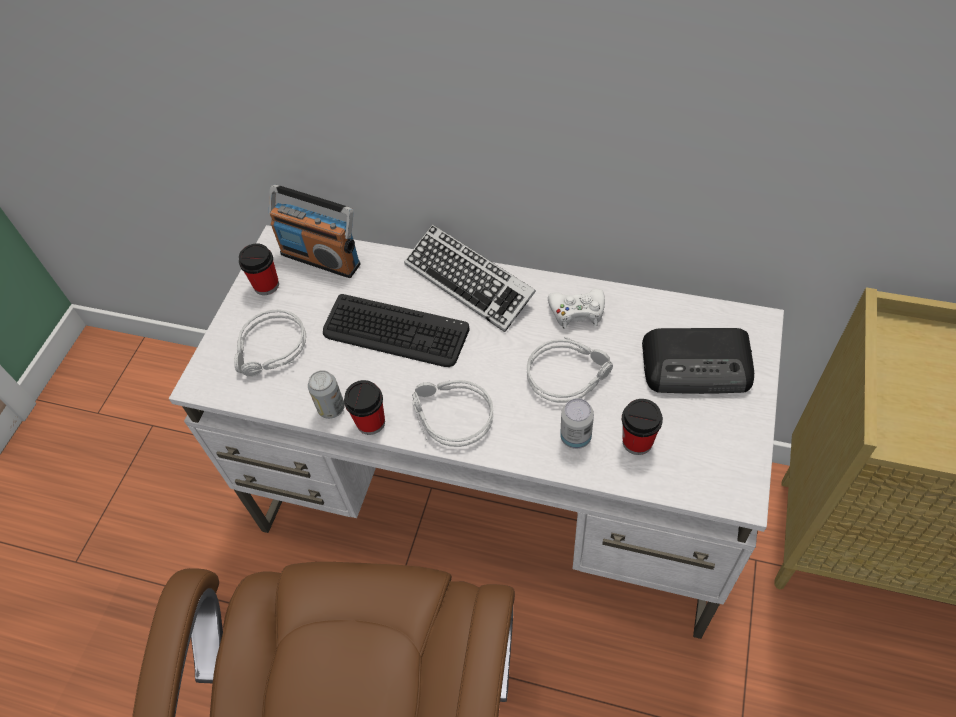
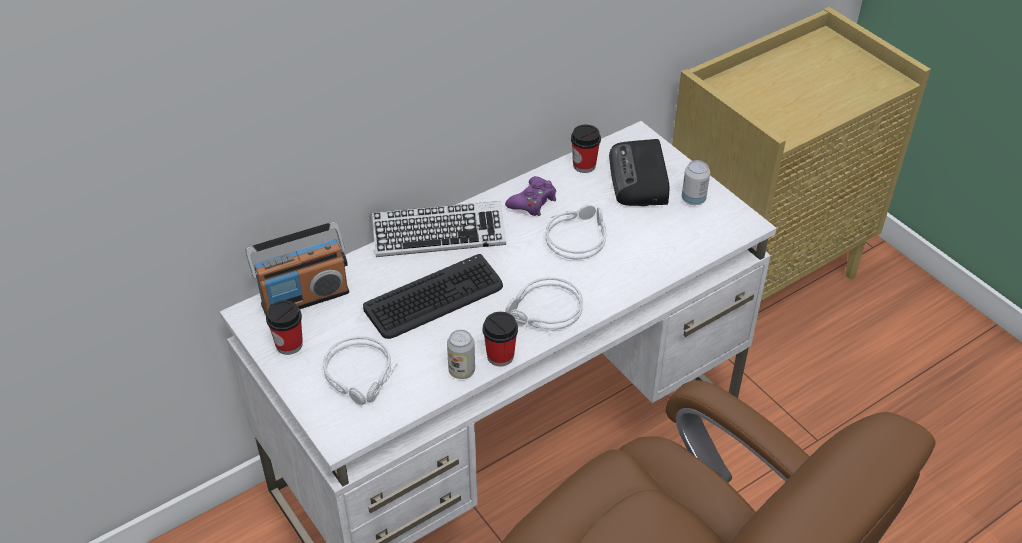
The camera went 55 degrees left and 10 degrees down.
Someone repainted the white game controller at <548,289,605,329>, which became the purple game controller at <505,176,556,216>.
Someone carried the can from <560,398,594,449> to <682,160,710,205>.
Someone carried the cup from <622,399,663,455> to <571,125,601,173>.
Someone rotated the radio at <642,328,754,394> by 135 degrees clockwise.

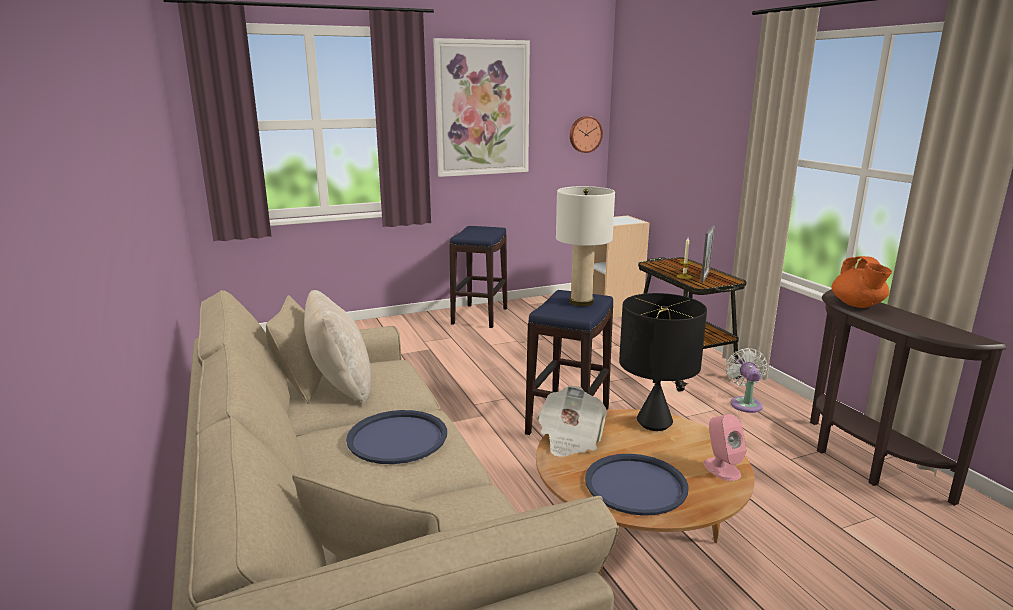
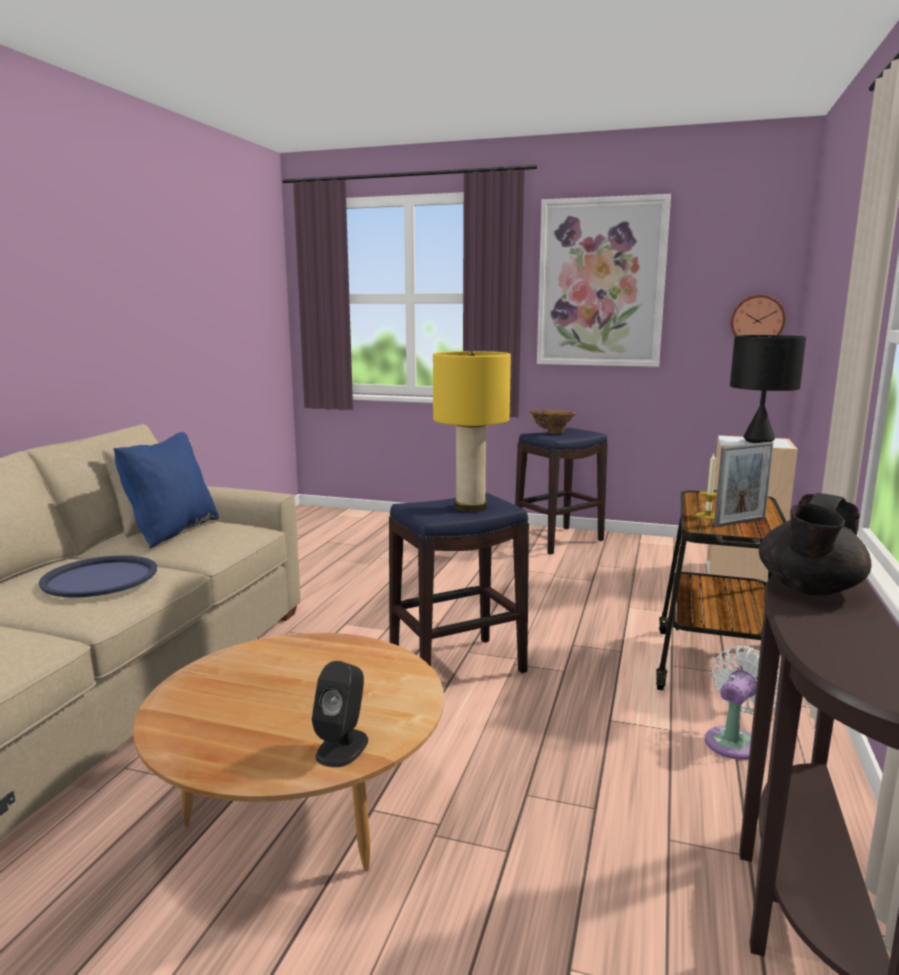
The camera went 40 degrees right and 5 degrees down.
Someone repainted the beige pillow at <304,290,371,404>, which became the blue pillow at <113,432,219,549>.
Someone took away the newspaper at <538,386,607,457>.
Someone repainted the white table lamp at <556,186,615,306>, which became the yellow table lamp at <433,351,511,512>.
Someone took away the blue tray at <585,454,689,516>.
Someone carried the black table lamp from <619,293,707,431> to <730,335,806,443>.
Someone repainted the pink speaker at <704,414,746,481>, which became the black speaker at <312,661,368,767>.
Someone repainted the orange teapot at <832,256,892,308>, which became the black teapot at <759,493,871,596>.
Someone put down the brown vase at <529,410,576,434>.

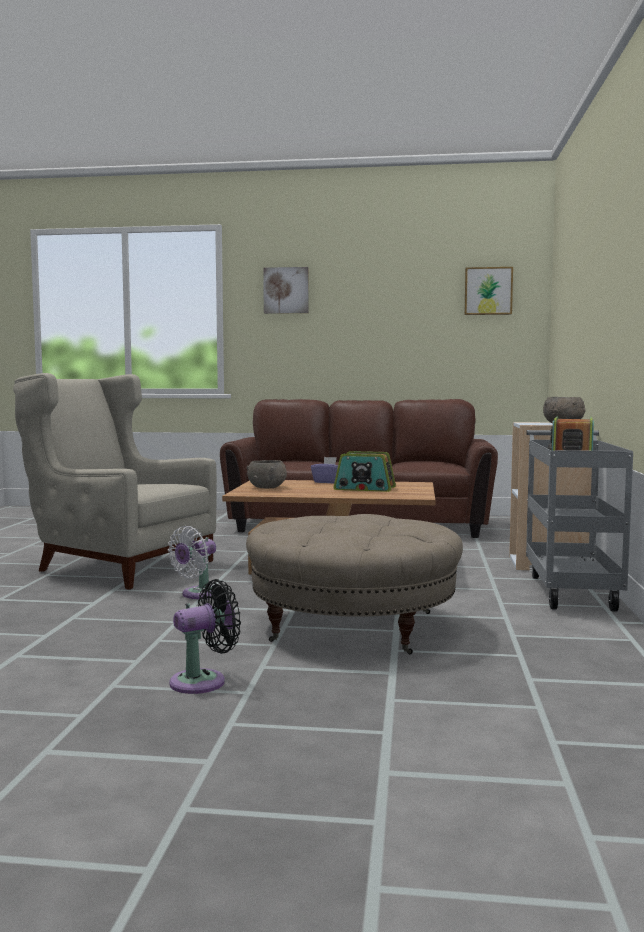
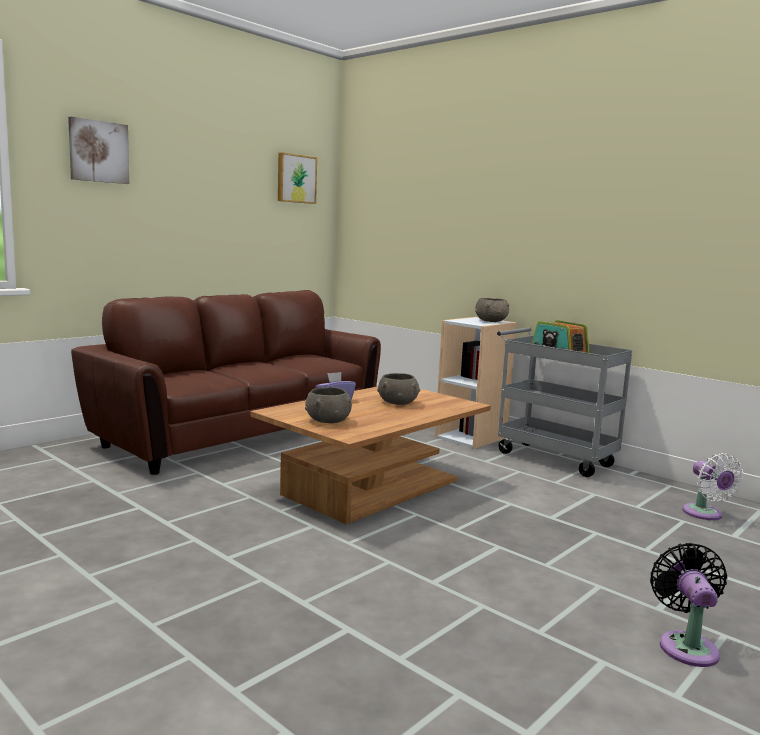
The camera went 55 degrees left and 5 degrees up.
Someone took away the beige armchair at <13,373,217,590>.
Someone carried the white fan from <168,526,216,599> to <682,453,743,520>.
Someone took away the beige ottoman at <246,514,463,654>.
Someone swapped the radio at <334,451,396,492> for the grey bowl at <377,373,420,405>.

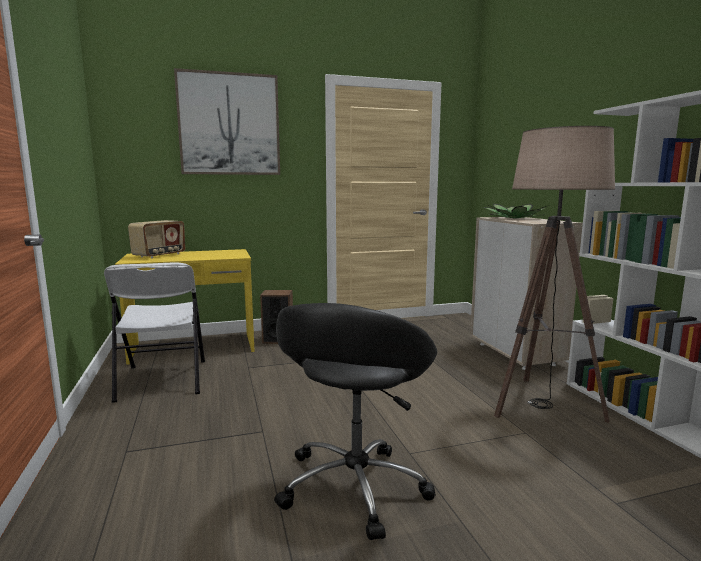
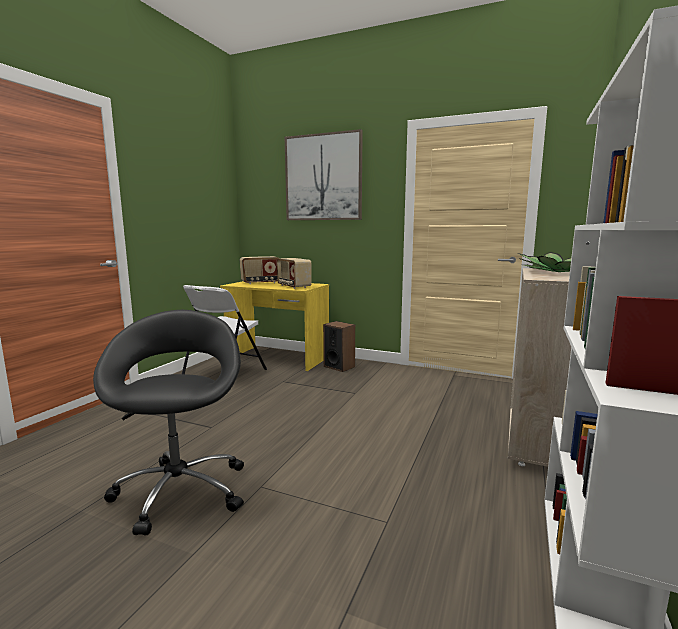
The camera went 40 degrees right and 0 degrees up.
Someone rotated the black office chair at <274,303,437,540> by 120 degrees clockwise.
Someone took away the floor lamp at <494,126,615,423>.
Someone put down the radio at <277,258,311,289>.

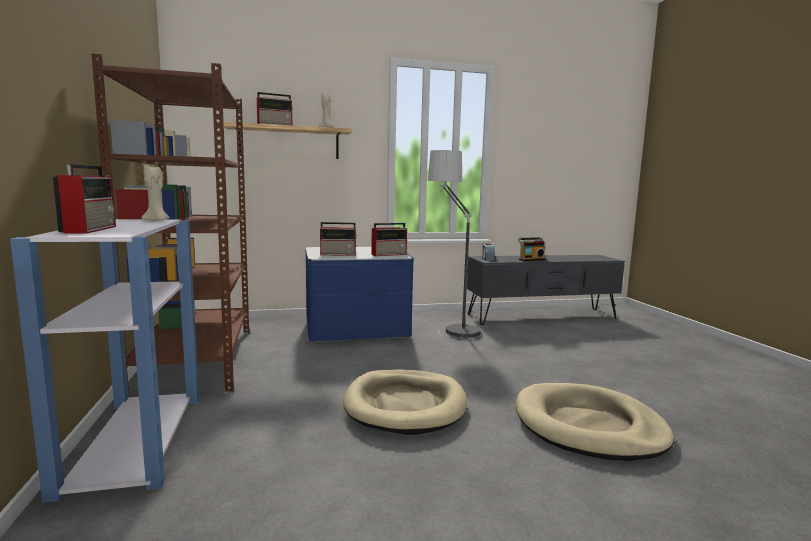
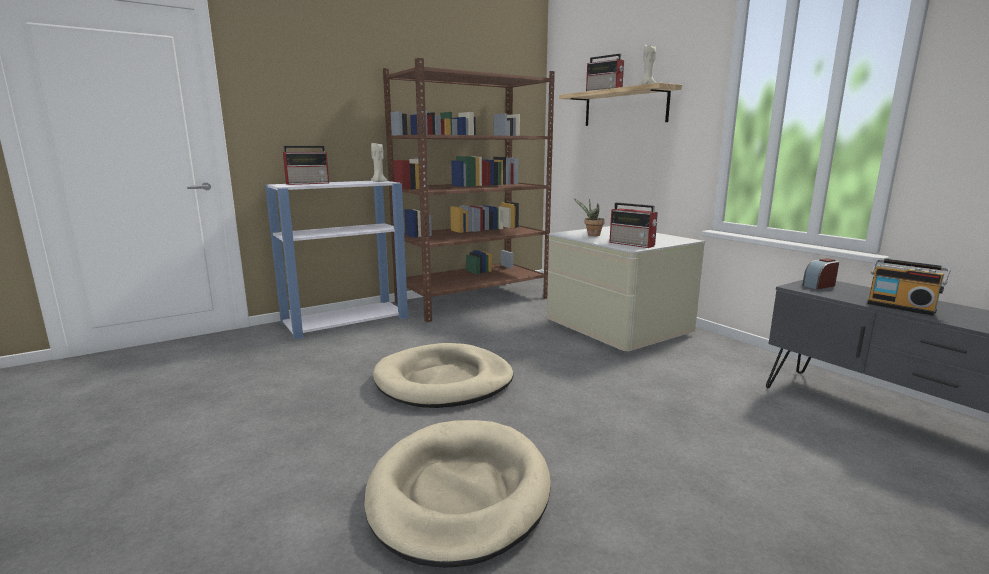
The camera went 70 degrees right and 5 degrees up.
Someone repainted the blue nightstand at <305,247,414,342>, which became the beige nightstand at <547,226,705,351>.
Someone swapped the radio at <320,222,358,256> for the potted plant at <574,198,605,236>.
Someone took away the floor lamp at <428,150,481,340>.

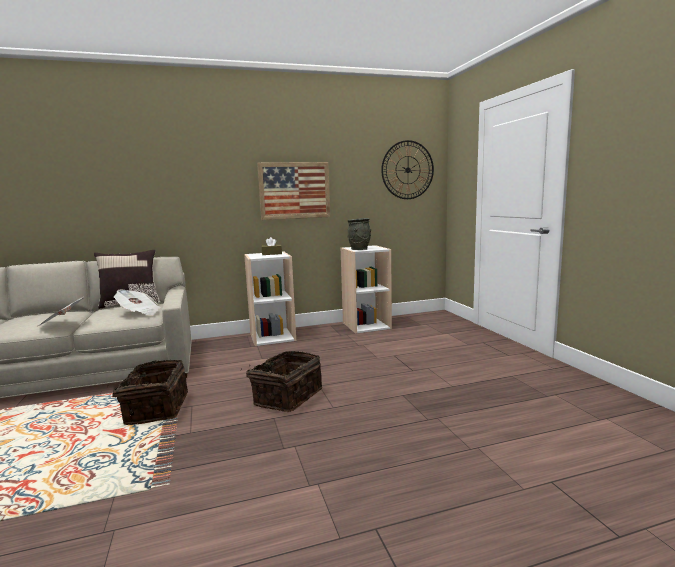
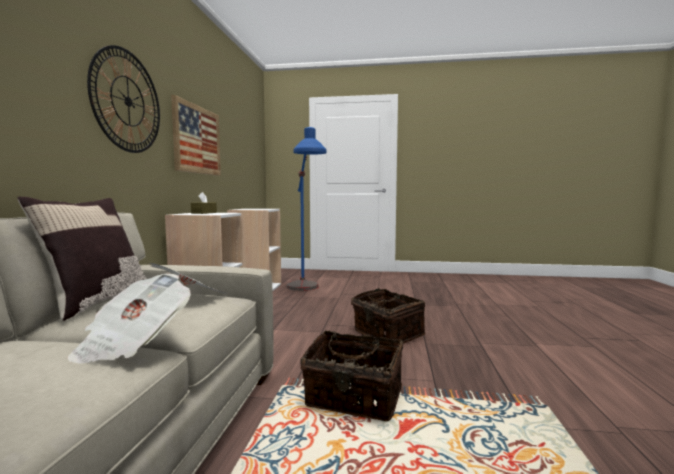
The camera went 65 degrees left and 5 degrees down.
Someone took away the grey vase at <347,218,371,250>.
Someone carried the wall clock from <381,140,434,199> to <87,45,160,153>.
Someone put down the blue floor lamp at <286,127,326,291>.

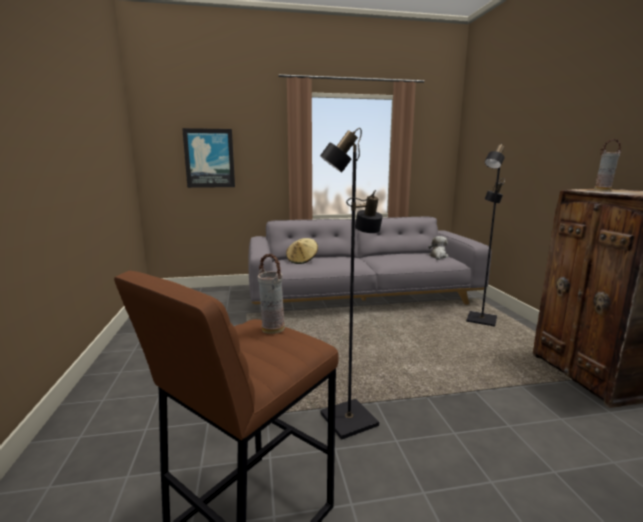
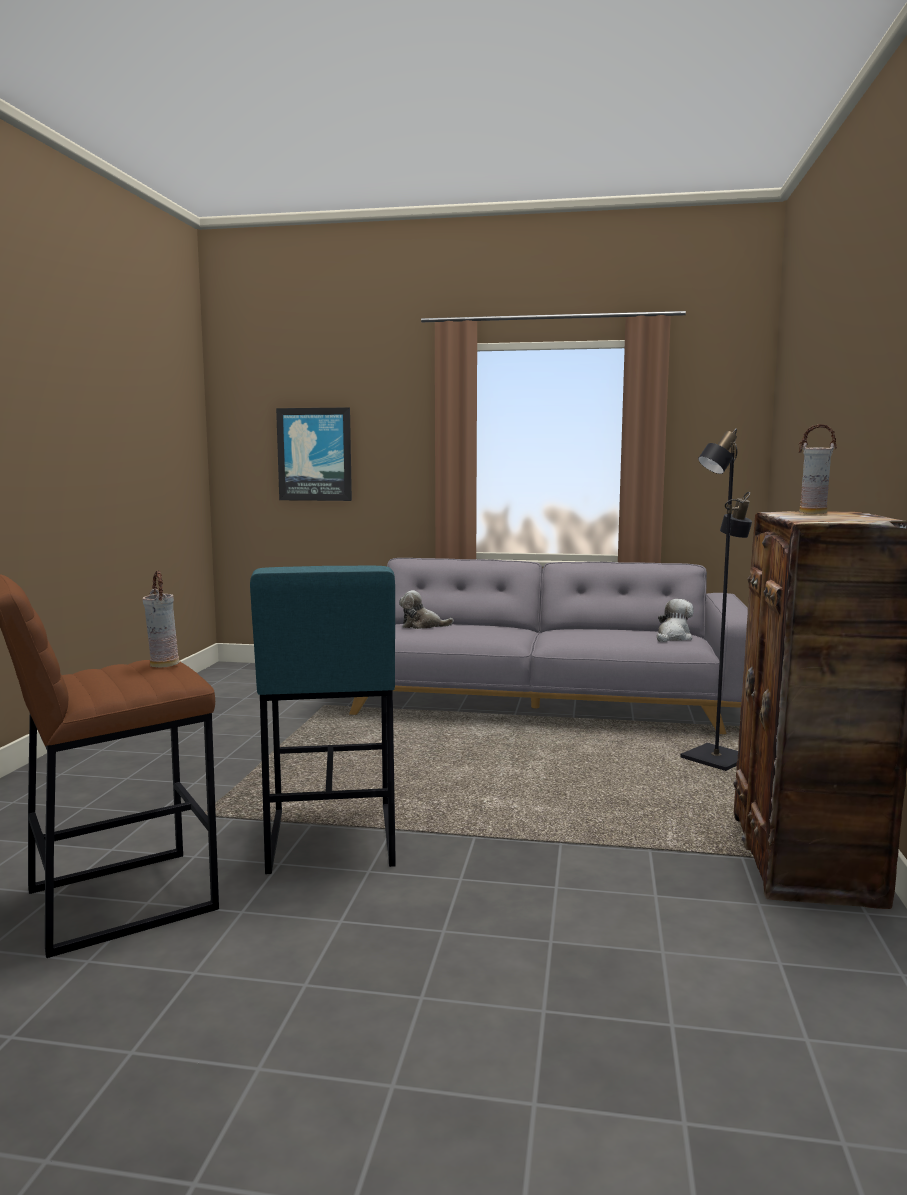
The camera went 20 degrees right and 5 degrees down.
Someone swapped the beige hat at <286,238,318,264> for the plush toy at <399,590,454,629>.
Someone swapped the black floor lamp at <320,128,383,440> for the turquoise stool at <250,566,396,874>.

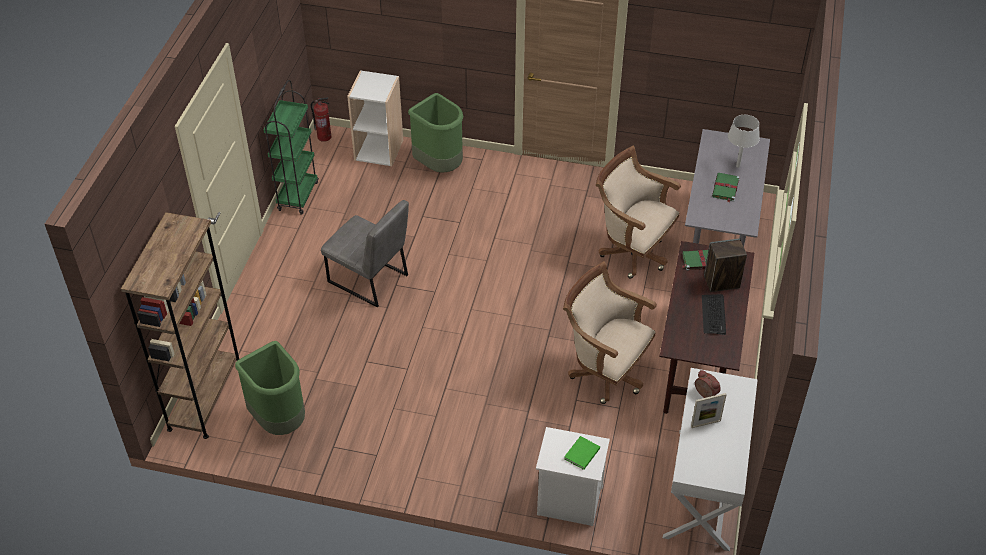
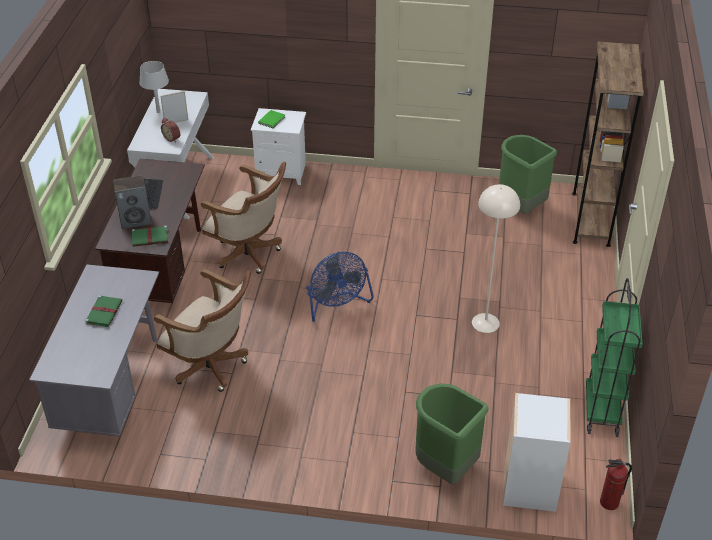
The camera went 175 degrees right and 5 degrees down.
Someone swapped the grey chair at <321,200,409,307> for the beige floor lamp at <472,184,520,333>.
Someone carried the grey table lamp from <728,115,760,168> to <139,61,169,113>.
Someone put down the blue fan at <306,252,374,322>.

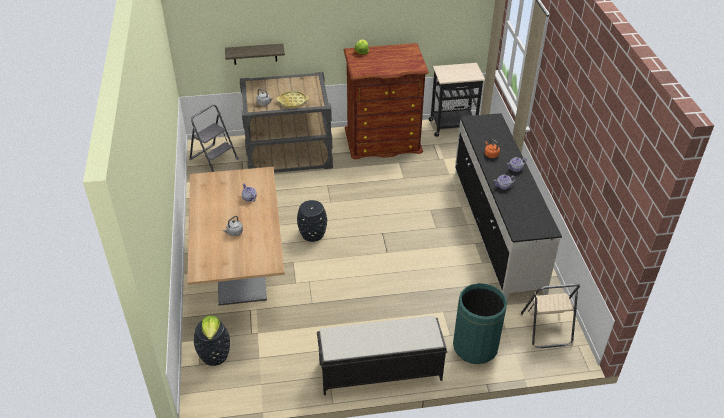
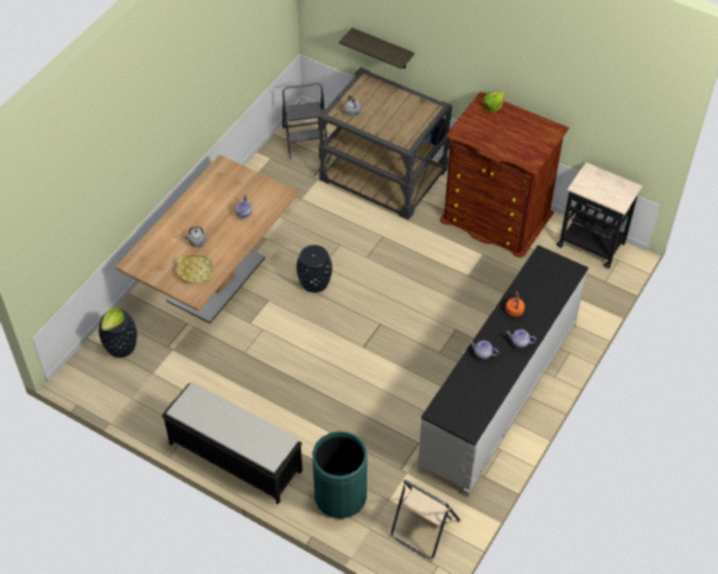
The camera went 40 degrees right and 10 degrees up.
Someone carried the yellow tray from <277,91,309,108> to <177,254,213,284>.

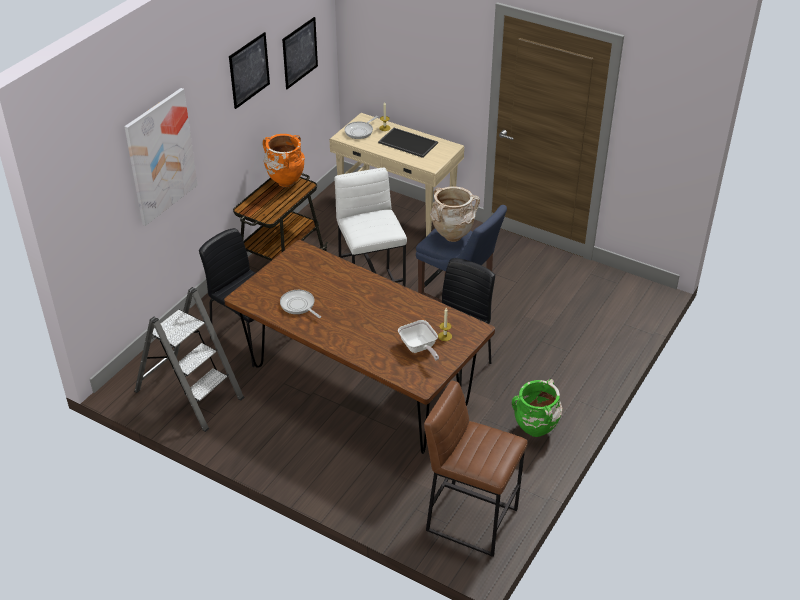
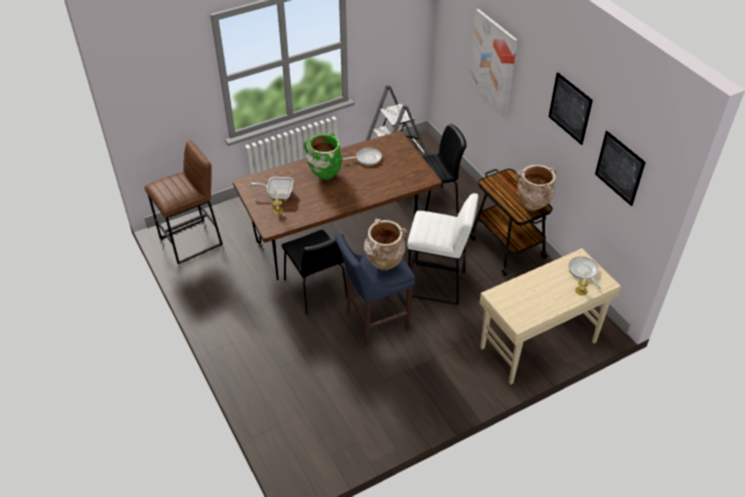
The camera went 120 degrees right and 5 degrees up.
Someone repainted the orange vase at <262,134,305,187>, which became the beige vase at <516,165,556,211>.
Someone took away the tray at <378,128,438,158>.
Someone carried the green vase from <512,379,563,437> to <303,133,342,180>.

